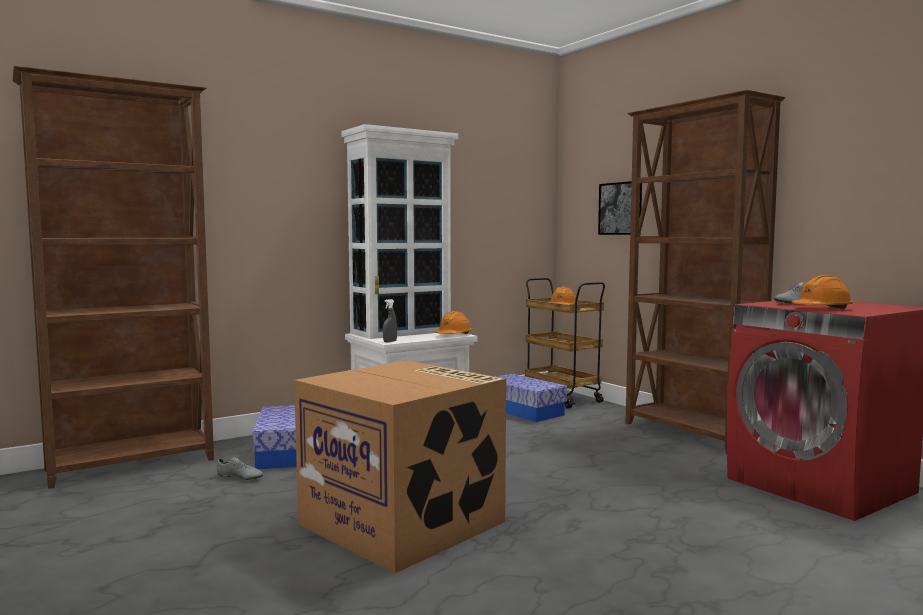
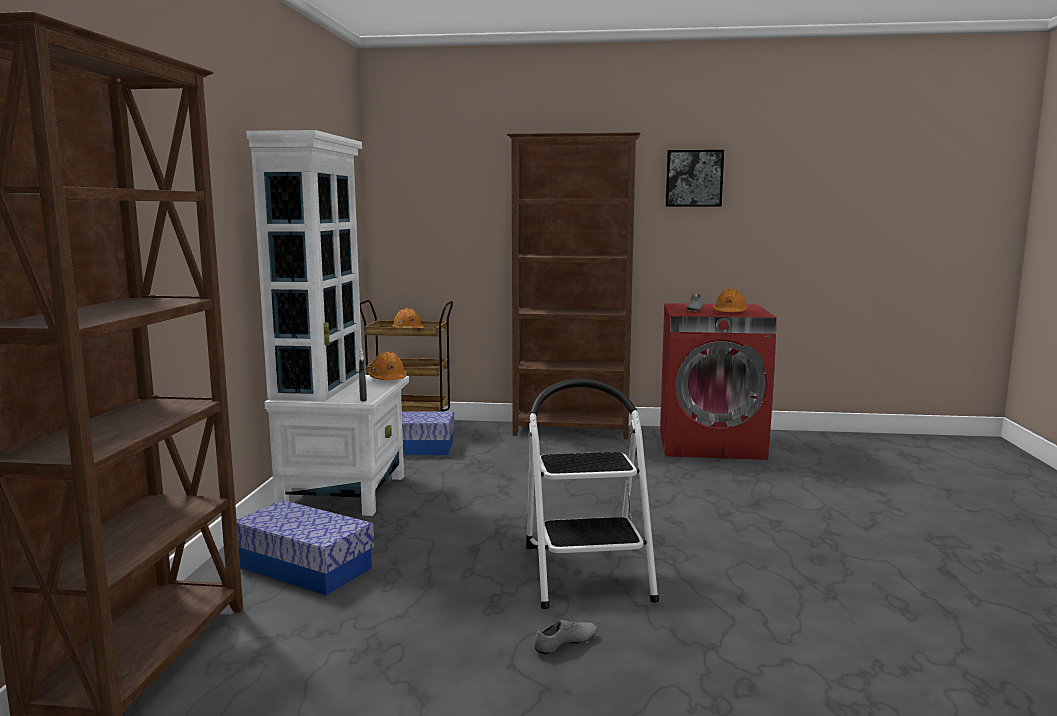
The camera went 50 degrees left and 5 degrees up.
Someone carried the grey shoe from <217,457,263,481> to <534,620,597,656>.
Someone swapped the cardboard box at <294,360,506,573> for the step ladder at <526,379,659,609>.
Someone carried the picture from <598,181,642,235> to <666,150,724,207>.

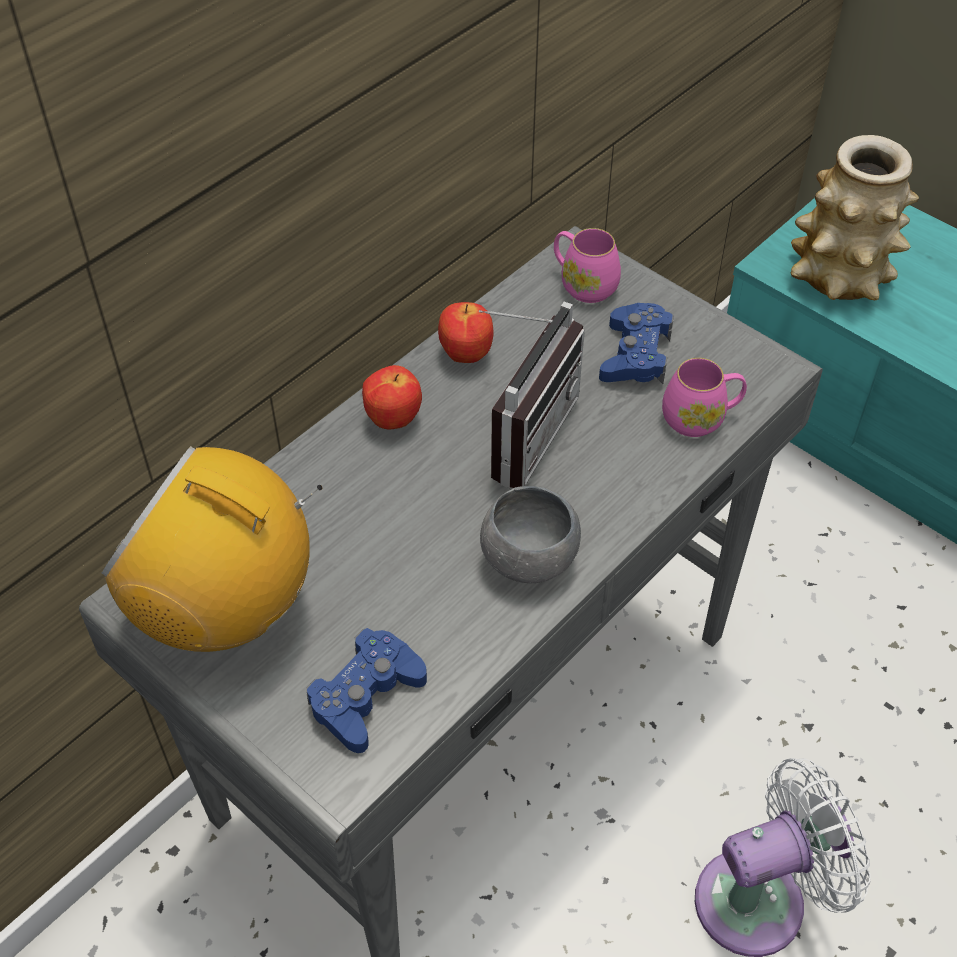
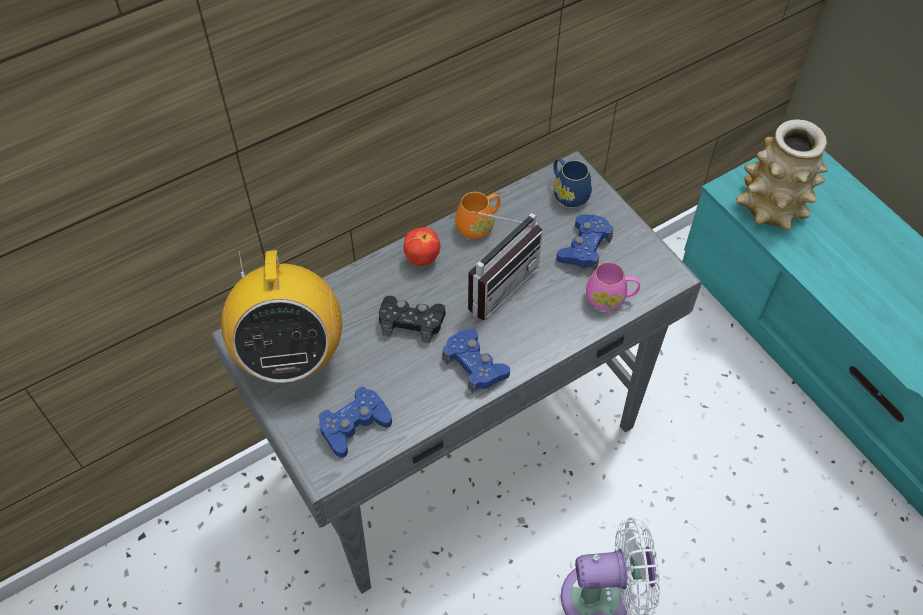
The camera went 15 degrees right and 5 degrees up.
Someone rotated the radio at <102,446,322,652> by 135 degrees counterclockwise.
Someone swapped the apple at <438,302,493,363> for the orange mug at <455,192,500,239>.
Someone swapped the grey bowl at <480,486,581,583> for the blue game controller at <442,329,510,393>.
Someone repainted the pink mug at <554,228,621,303>, which became the blue mug at <553,158,592,207>.
Someone put down the black game controller at <379,296,445,343>.

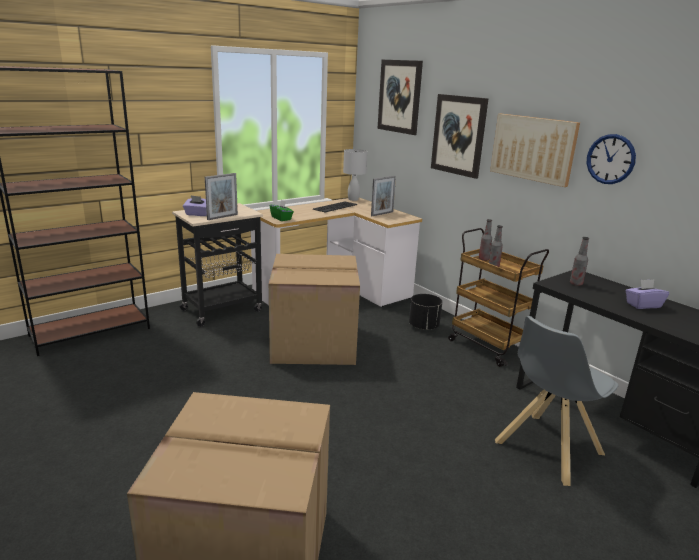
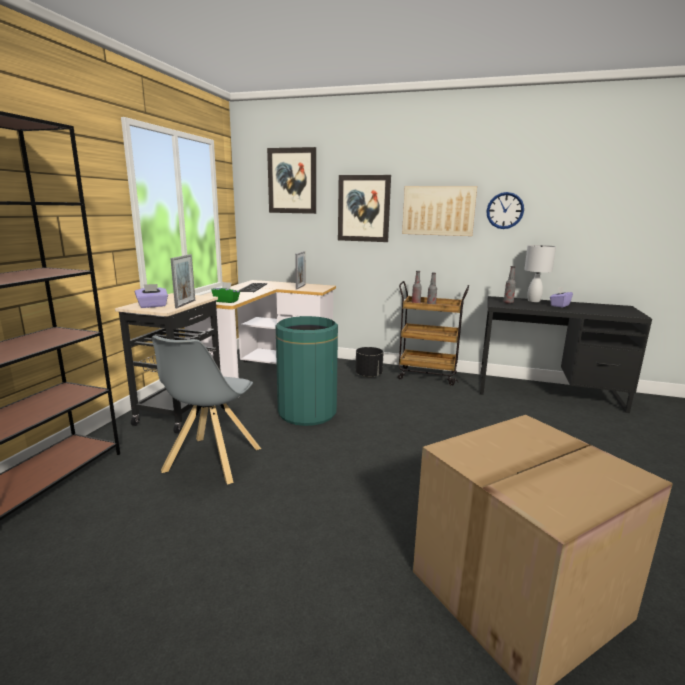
The camera went 35 degrees left and 5 degrees down.
Someone swapped the cardboard box at <269,254,360,365> for the green trash can at <276,316,338,426>.
Someone carried the white table lamp from <343,149,367,201> to <524,245,556,302>.
Someone carried the grey chair from <495,316,619,486> to <152,336,261,485>.

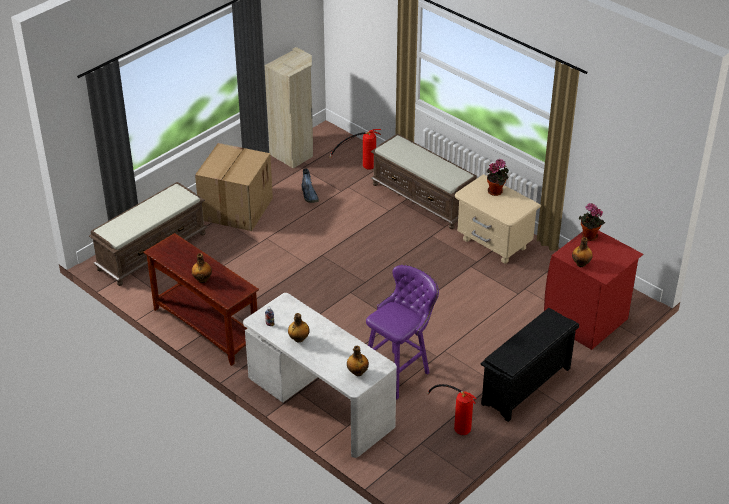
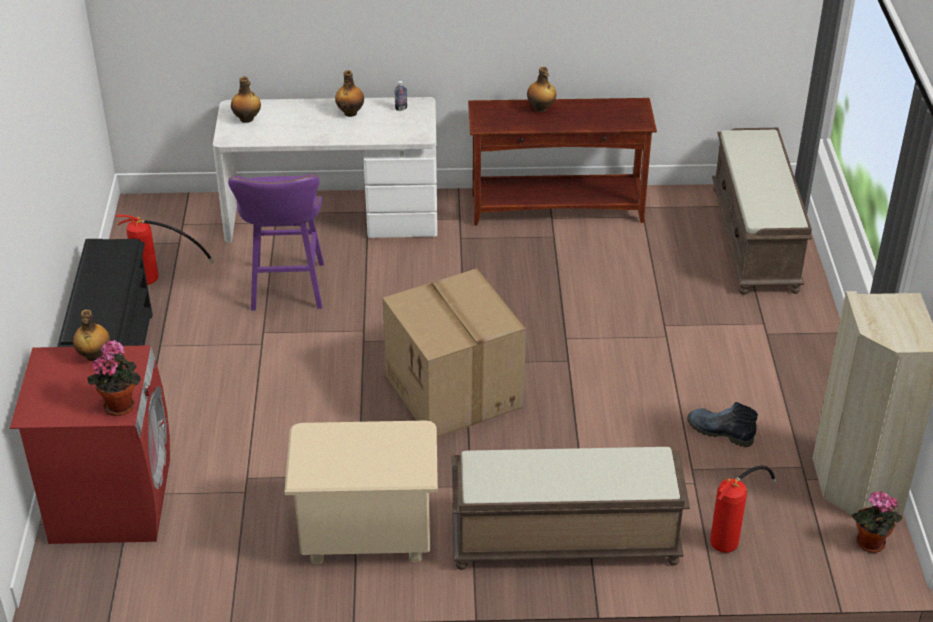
The camera went 135 degrees right and 0 degrees up.
Someone carried the cardboard box from <195,143,273,231> to <383,269,526,438>.
Someone carried the potted plant from <487,159,509,196> to <851,491,902,553>.

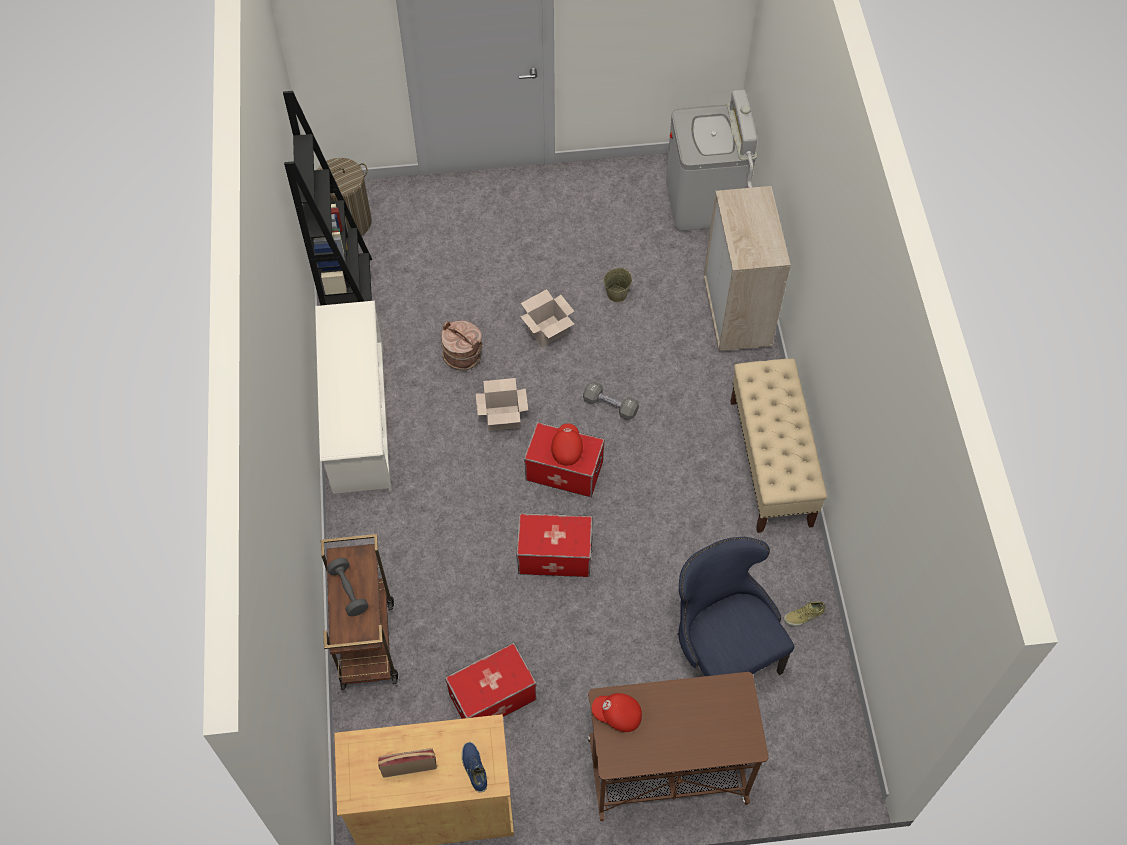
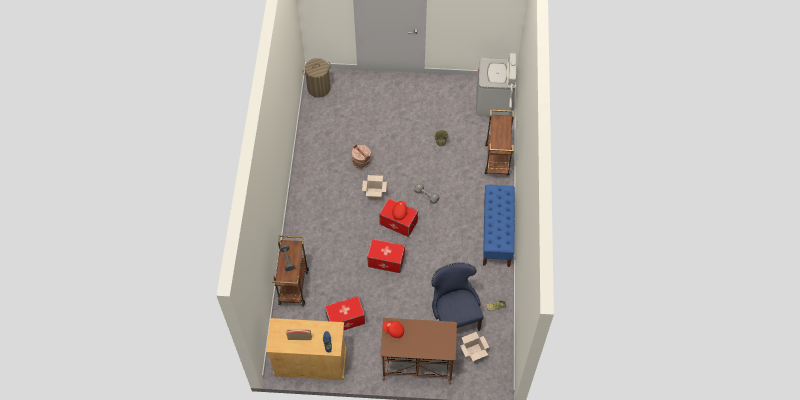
The camera went 10 degrees right and 0 degrees up.
Someone took away the black bookcase at <283,91,372,306>.
Someone took away the white shoe rack at <315,301,392,494>.
Someone carried the cardboard box from <520,289,574,347> to <460,332,489,362>.
Someone swapped the beige cabinet at <704,186,791,351> for the brown cart at <484,110,514,175>.
Someone repainted the beige bench at <730,359,827,533>, which became the blue bench at <483,185,515,267>.

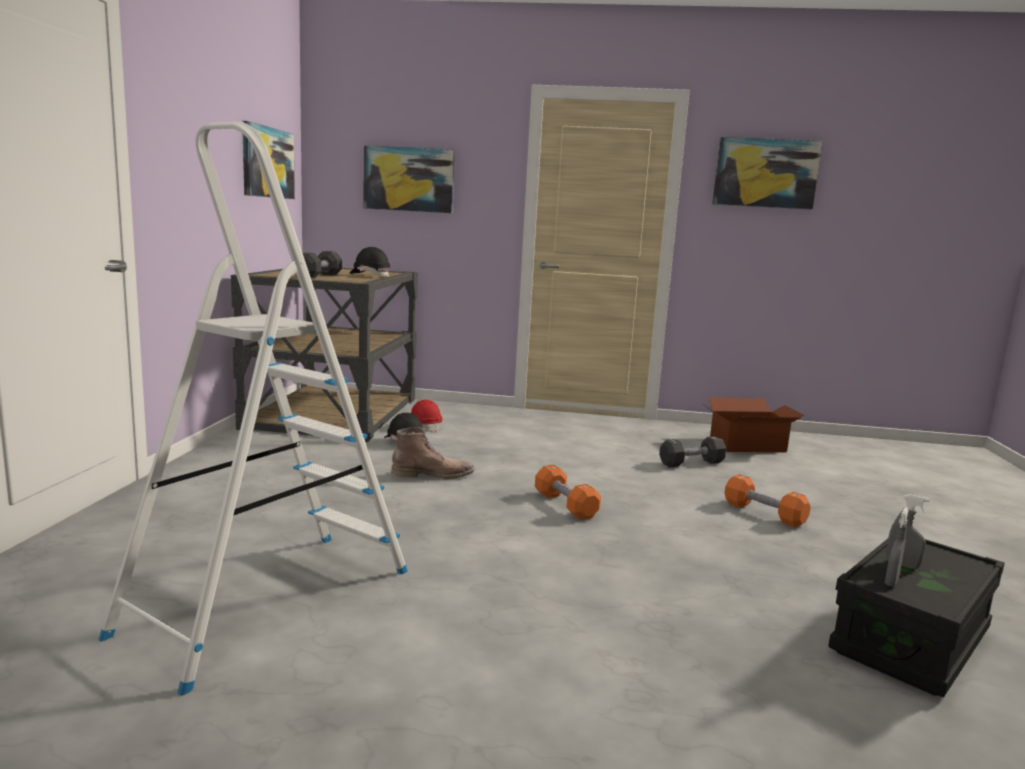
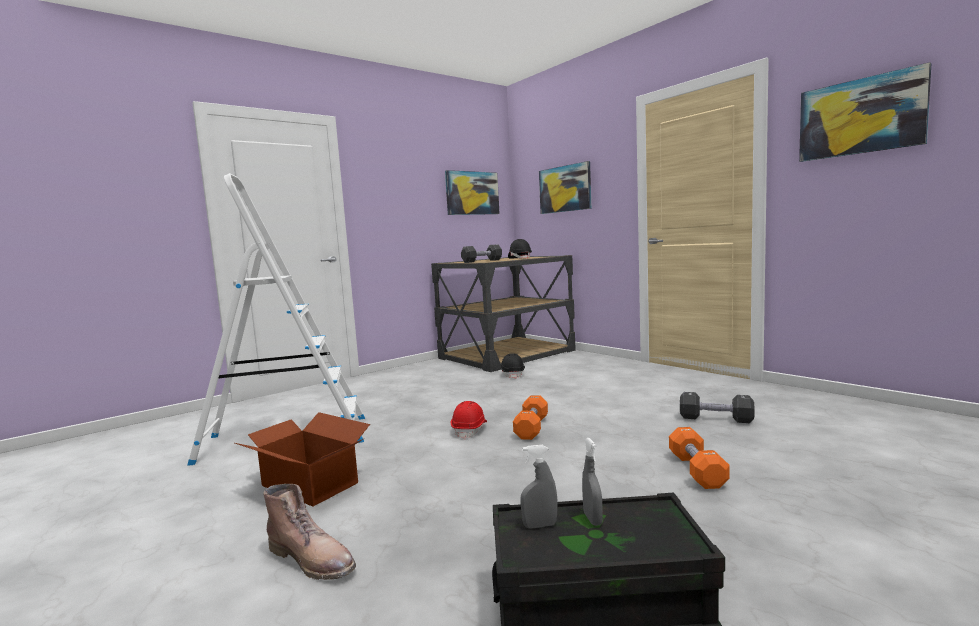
The camera went 45 degrees right and 5 degrees down.
Someone carried the brown boot from <391,427,475,480> to <263,484,356,580>.
Someone carried the red hard hat from <411,400,442,433> to <451,401,487,439>.
Someone carried the cardboard box from <704,397,804,452> to <235,412,370,507>.

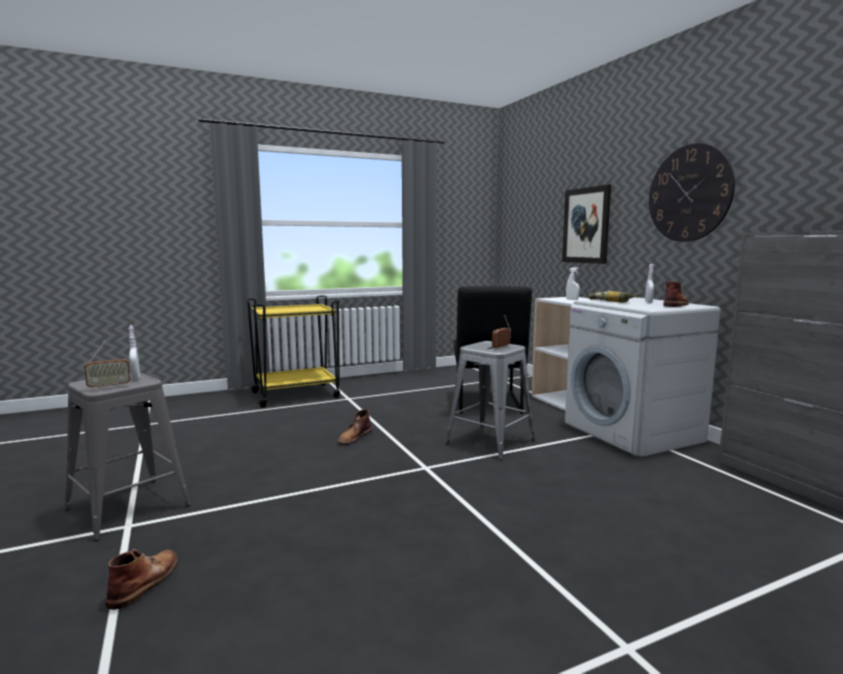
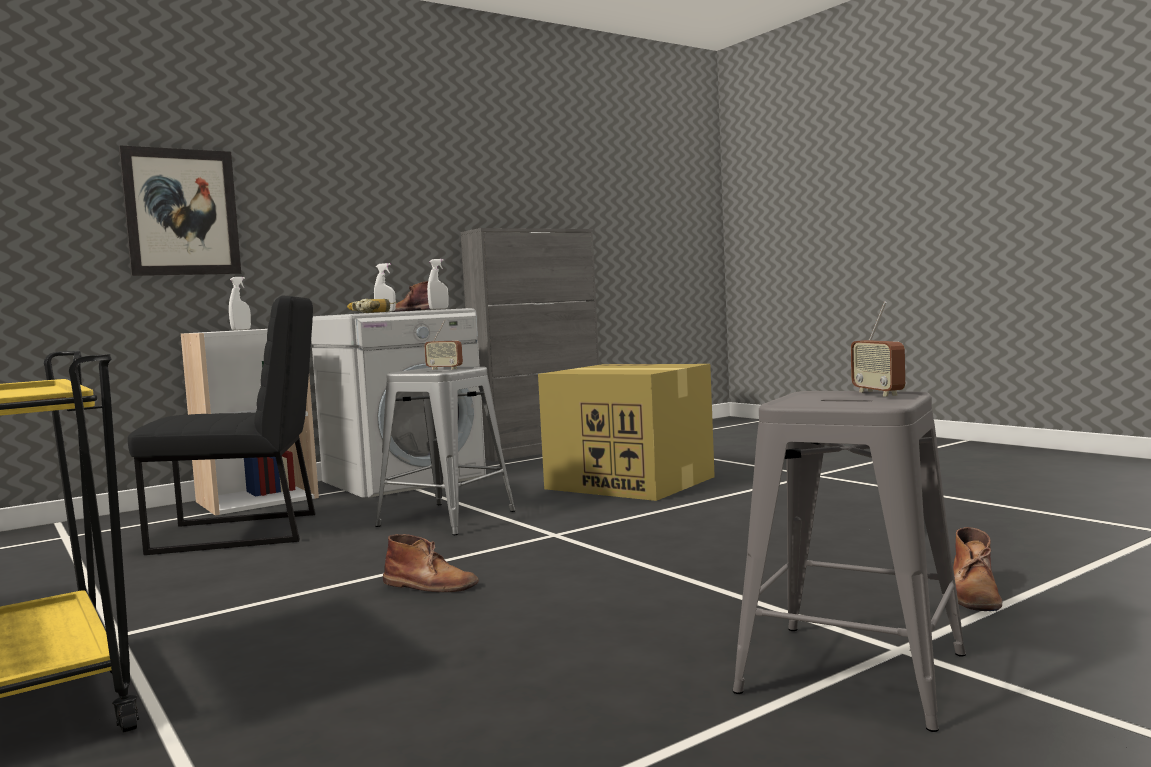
The camera went 100 degrees left and 5 degrees down.
Someone rotated the radio at <84,341,130,390> by 150 degrees counterclockwise.
Someone rotated the brown boot at <105,549,178,610> by 75 degrees counterclockwise.
Someone carried the white spray bottle from <129,325,140,380> to <427,259,448,310>.
Someone took away the wall clock at <649,143,735,242>.
Someone put down the cardboard box at <538,364,715,501>.

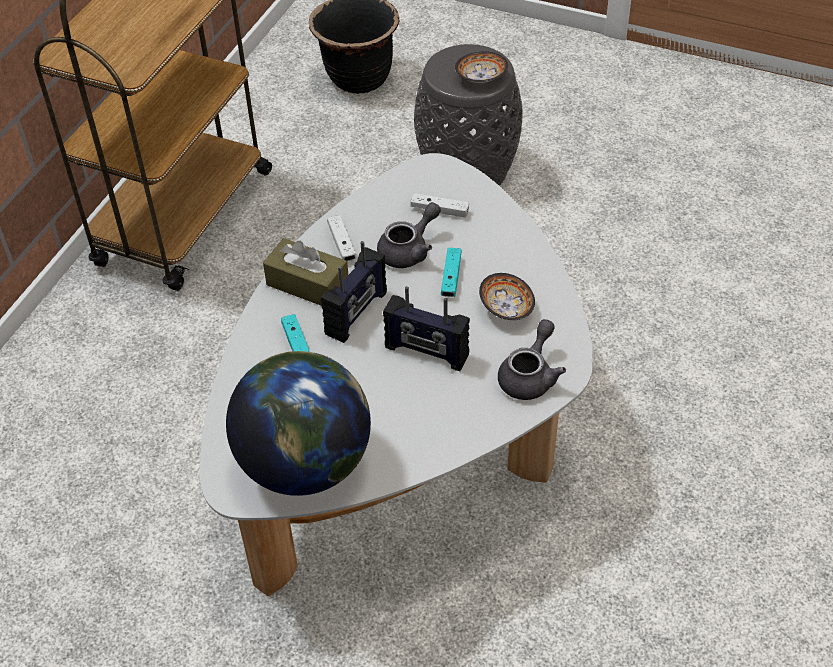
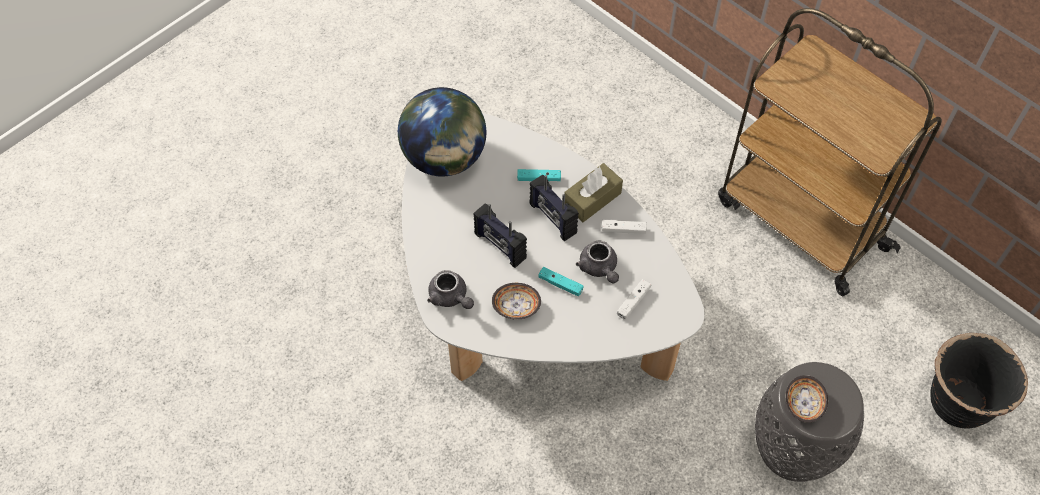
The camera went 110 degrees right and 10 degrees up.
Someone rotated the radio at <383,286,470,371> by 90 degrees counterclockwise.

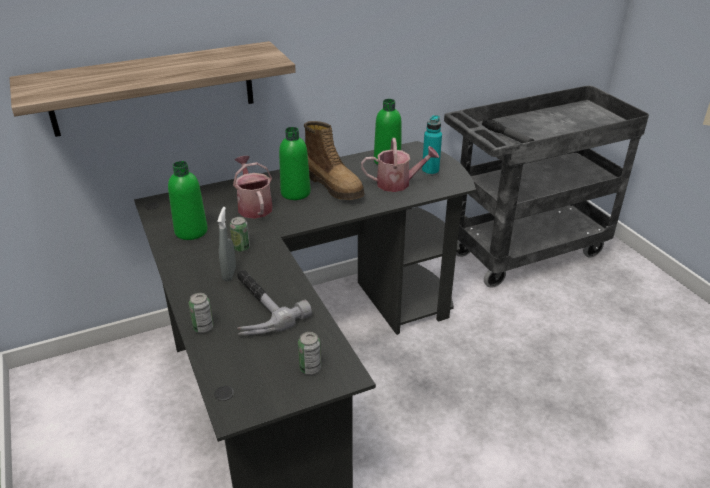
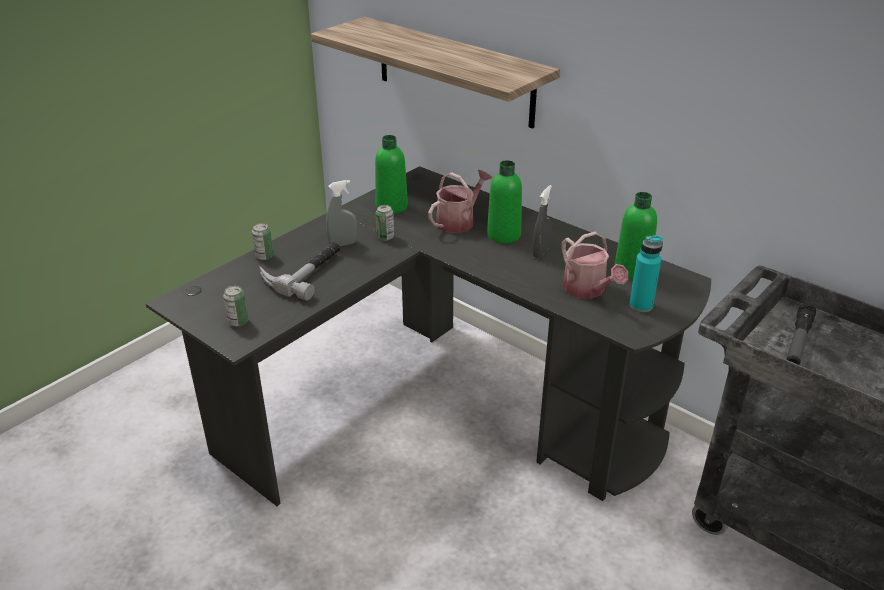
The camera went 65 degrees right and 0 degrees up.
Someone swapped the boot at <304,121,365,200> for the grey spray bottle at <532,185,552,258>.

